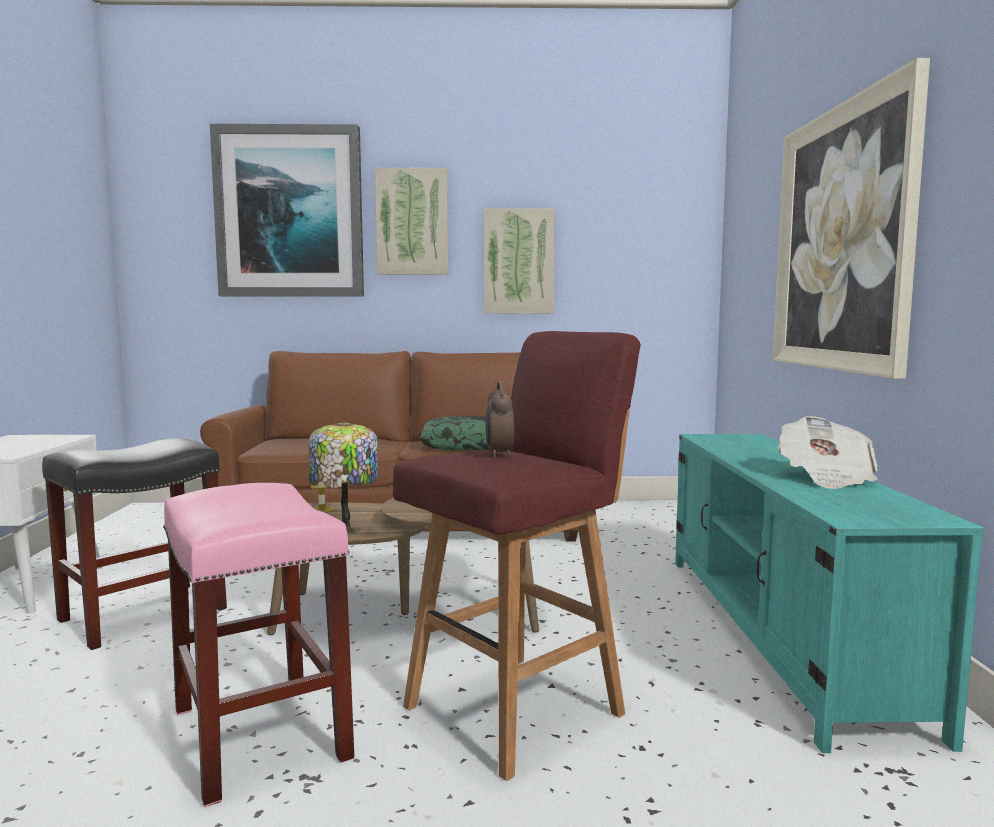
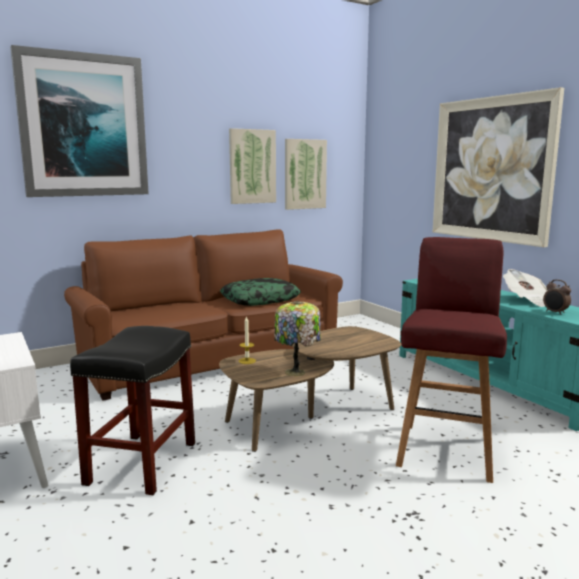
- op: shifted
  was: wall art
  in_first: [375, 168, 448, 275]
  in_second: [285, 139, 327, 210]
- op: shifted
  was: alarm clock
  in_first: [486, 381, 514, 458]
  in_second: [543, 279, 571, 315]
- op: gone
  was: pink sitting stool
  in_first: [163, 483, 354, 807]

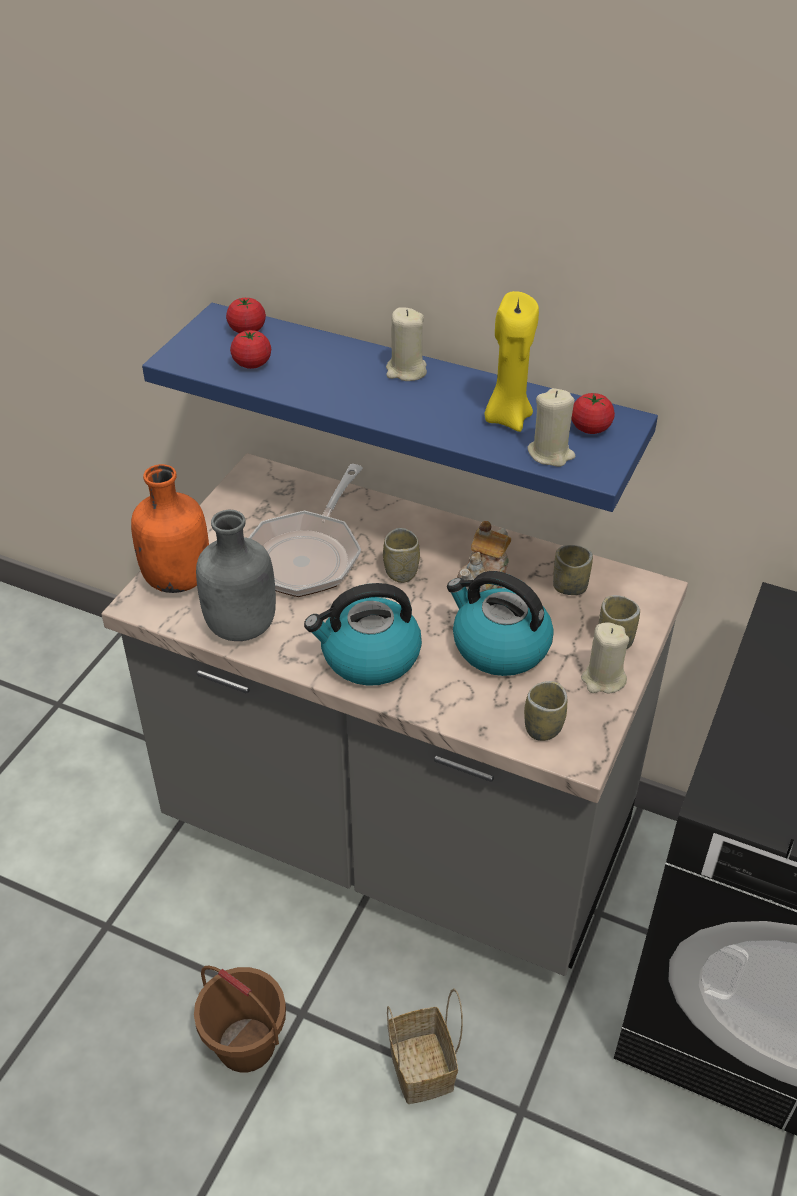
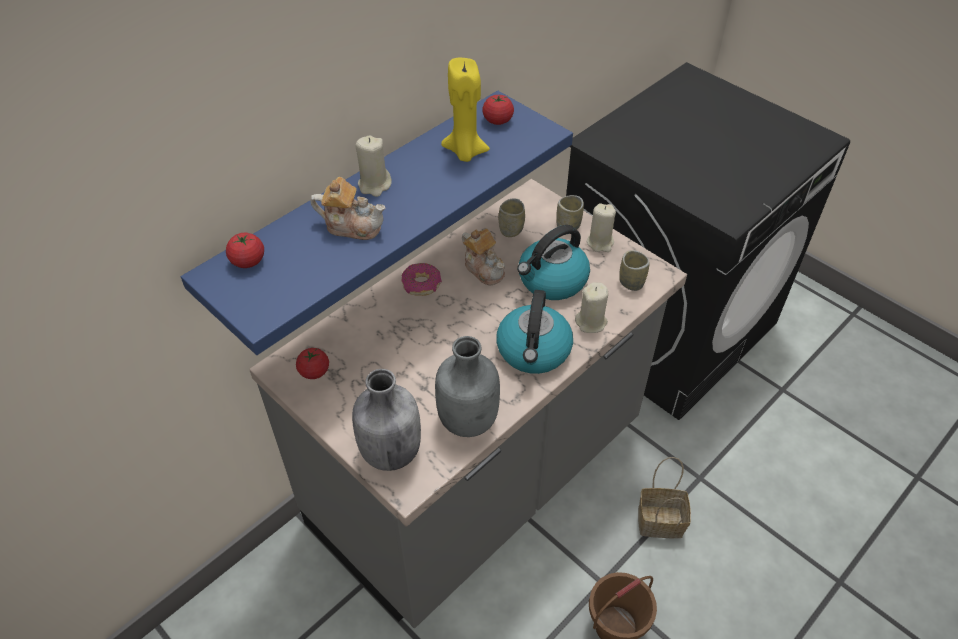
- op: shifted
  was: whole tomato
  in_first: [230, 330, 271, 369]
  in_second: [296, 348, 329, 379]
- op: new
  now: teapot
  in_second: [311, 177, 385, 240]
- op: repainted
  was: orange-coloured drink bottle
  now: grey drink bottle
  in_first: [131, 464, 209, 593]
  in_second: [352, 369, 421, 471]
- op: new
  now: ring doughnut
  in_second: [401, 263, 442, 296]
- op: shifted
  was: sand-coloured wax light
  in_first: [527, 388, 575, 467]
  in_second: [575, 282, 608, 333]
- op: gone
  was: pan
  in_first: [249, 464, 363, 597]
- op: gone
  was: drinking cup
  in_first: [383, 528, 420, 583]

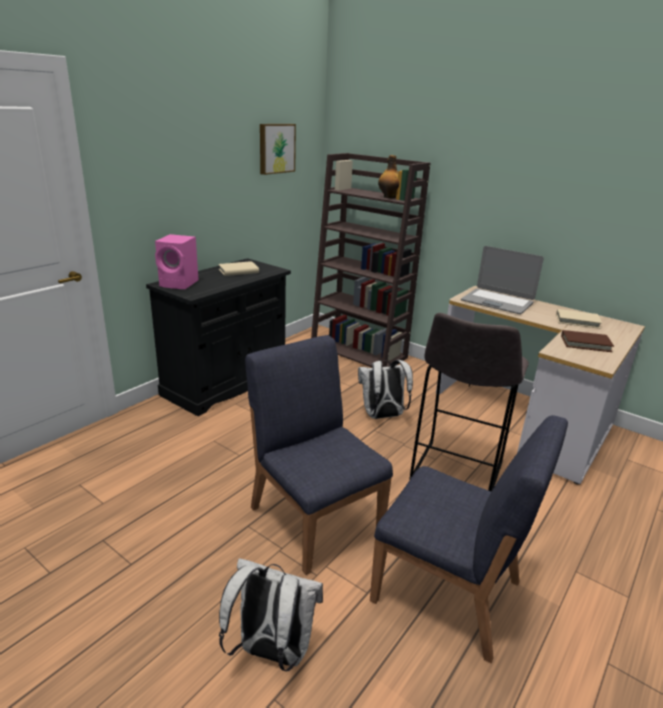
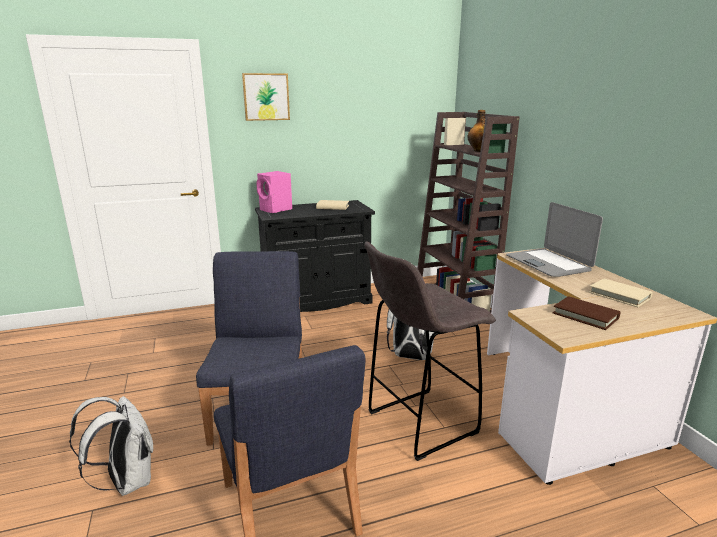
- op: shifted
  was: wall art
  in_first: [260, 124, 296, 175]
  in_second: [242, 73, 290, 121]

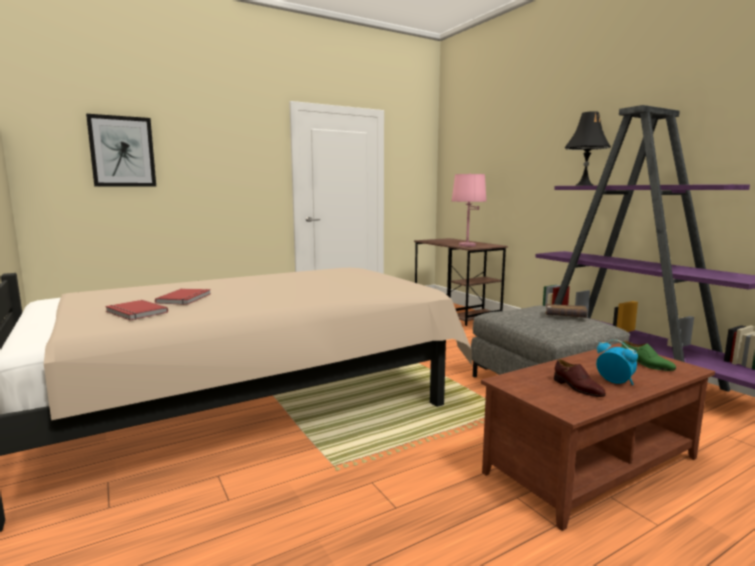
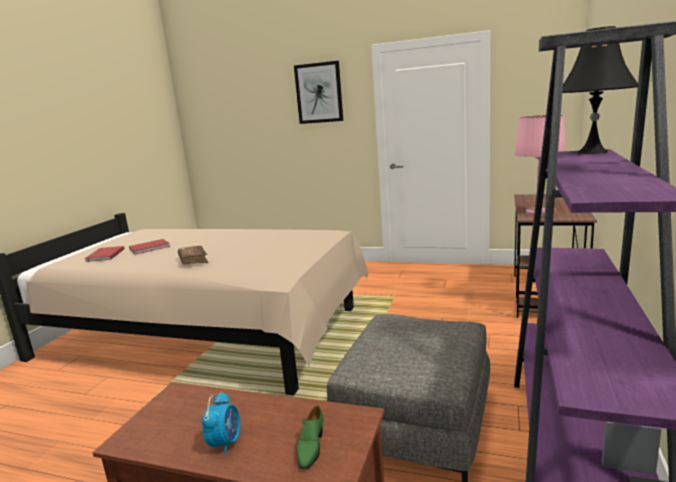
- op: shifted
  was: brown-coloured book
  in_first: [545, 304, 588, 318]
  in_second: [178, 246, 208, 265]
- op: shifted
  was: wall art
  in_first: [86, 114, 156, 187]
  in_second: [294, 61, 343, 124]
- op: gone
  was: brown-coloured low shoe
  in_first: [554, 359, 606, 397]

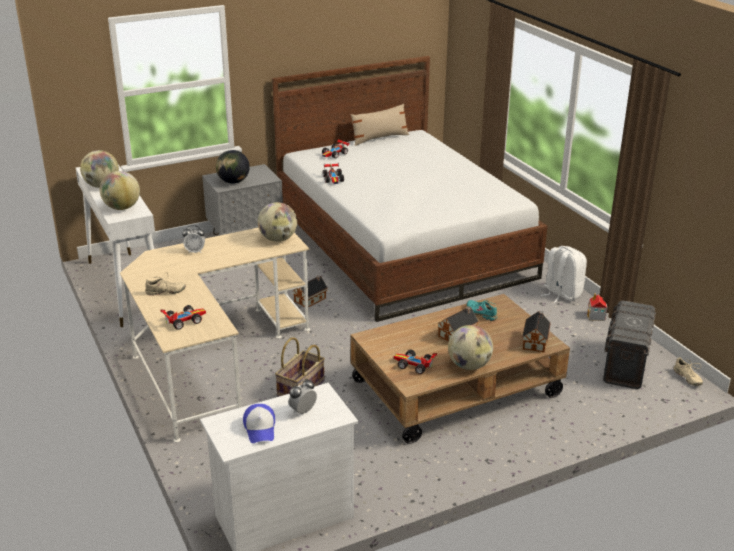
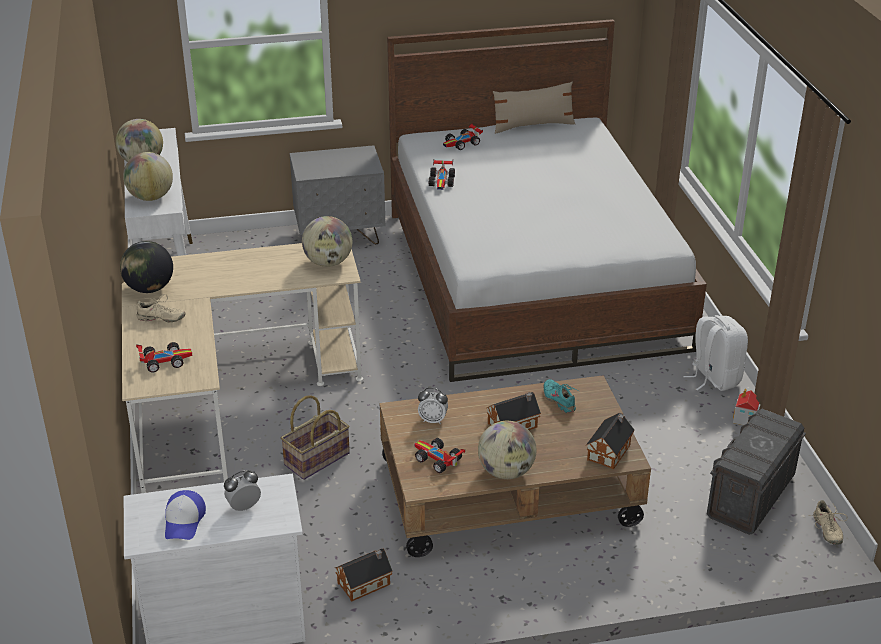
- op: shifted
  was: desk globe
  in_first: [216, 150, 250, 184]
  in_second: [120, 241, 173, 293]
- op: shifted
  was: toy house
  in_first: [293, 275, 328, 307]
  in_second: [335, 549, 393, 602]
- op: shifted
  was: alarm clock
  in_first: [182, 225, 205, 253]
  in_second: [418, 388, 448, 424]

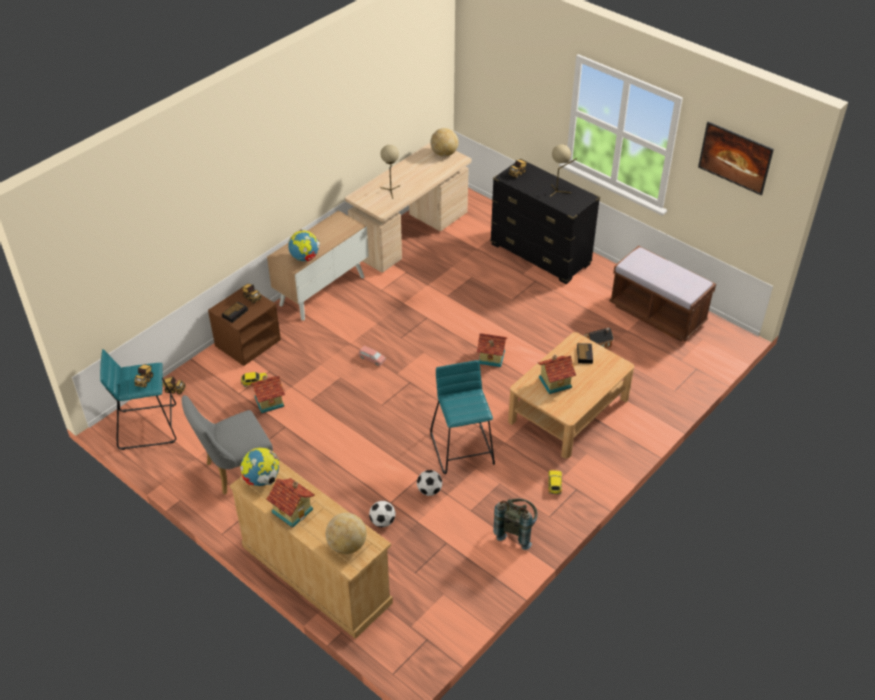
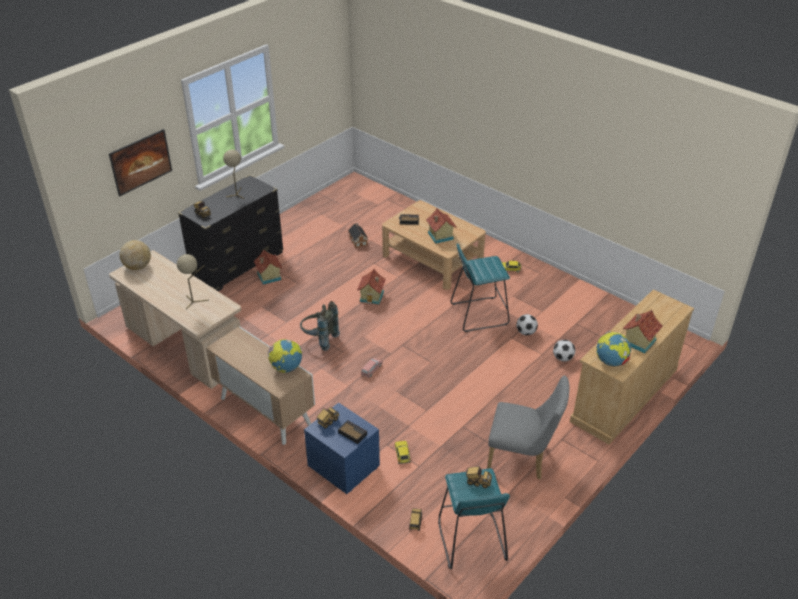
- op: shifted
  was: wall art
  in_first: [698, 121, 774, 195]
  in_second: [109, 129, 172, 196]
- op: shifted
  was: toy house
  in_first: [250, 375, 285, 414]
  in_second: [254, 250, 282, 284]
- op: shifted
  was: grey backpack
  in_first: [493, 499, 538, 550]
  in_second: [300, 301, 340, 351]
- op: repainted
  was: brown-coloured bedside table
  now: bluish bedside table
  in_first: [208, 288, 281, 366]
  in_second: [304, 402, 380, 494]
- op: rotated
  was: grey chair
  in_first: [182, 395, 273, 495]
  in_second: [487, 375, 569, 480]
  clockwise: -45
- op: gone
  was: desk globe
  in_first: [326, 513, 367, 554]
- op: gone
  was: brown-coloured long seat
  in_first: [609, 246, 716, 342]

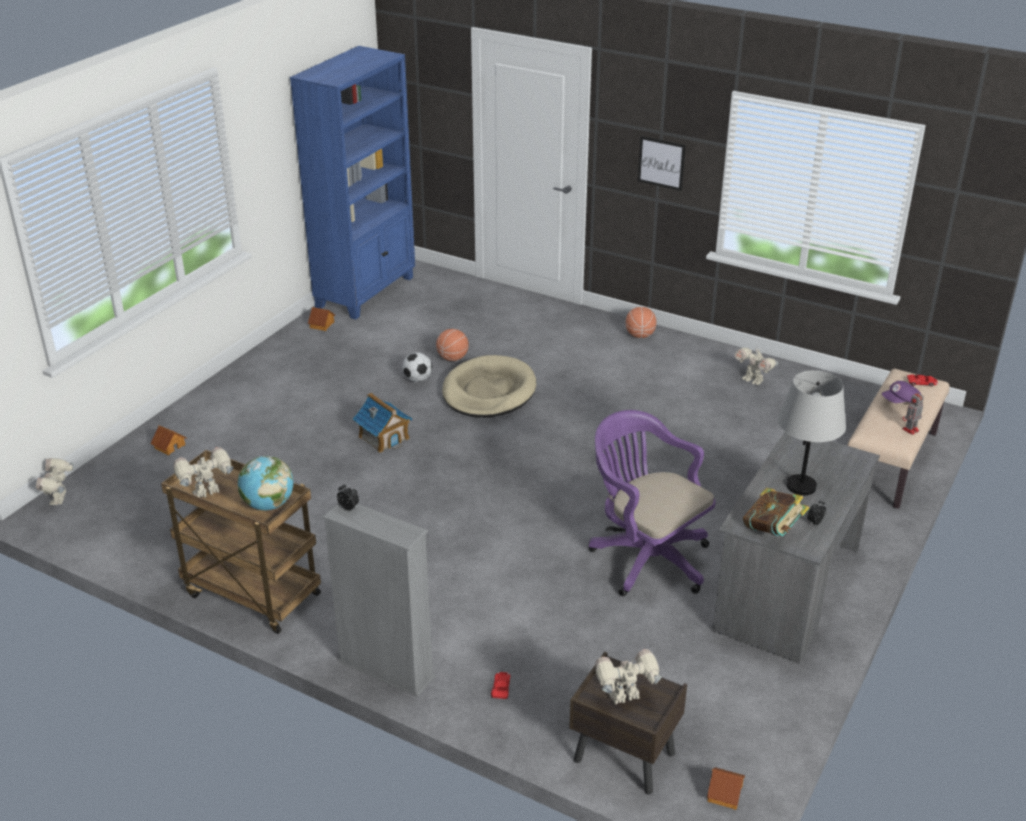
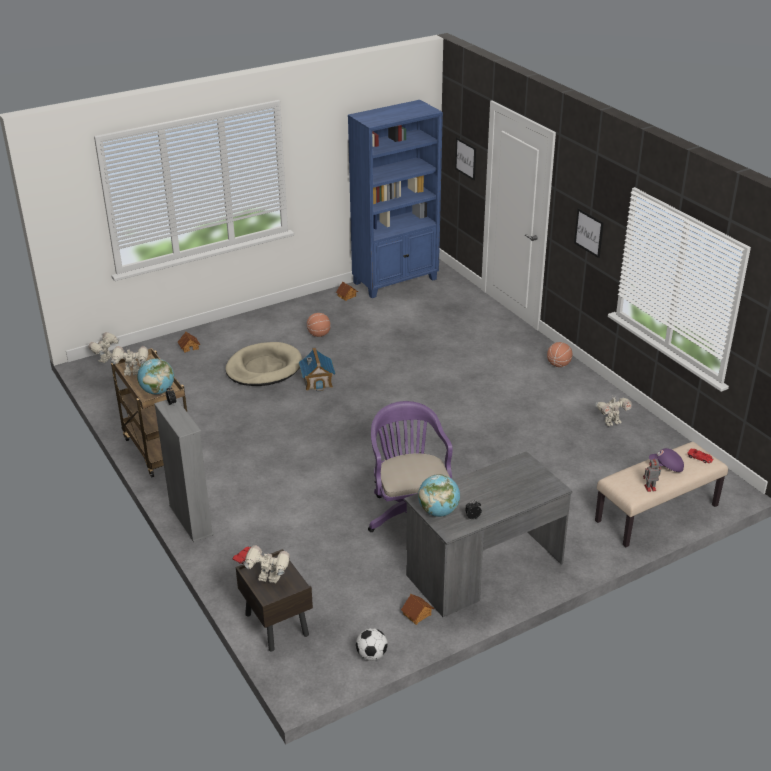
- op: shifted
  was: sand-coloured dog bed
  in_first: [442, 355, 536, 418]
  in_second: [226, 342, 302, 386]
- op: shifted
  was: basketball
  in_first: [436, 329, 469, 361]
  in_second: [307, 313, 331, 337]
- op: shifted
  was: ball for football
  in_first: [402, 352, 432, 382]
  in_second: [356, 628, 388, 661]
- op: shifted
  was: toy house
  in_first: [707, 767, 745, 810]
  in_second: [401, 594, 434, 625]
- op: swapped
  was: book
  now: desk globe
  in_first: [743, 488, 809, 536]
  in_second: [418, 474, 460, 517]
- op: new
  now: wall art
  in_second: [455, 137, 476, 181]
- op: rotated
  was: model robot
  in_first: [735, 347, 778, 385]
  in_second: [596, 395, 632, 426]
  clockwise: -90
- op: gone
  was: grey table lamp
  in_first: [778, 370, 846, 495]

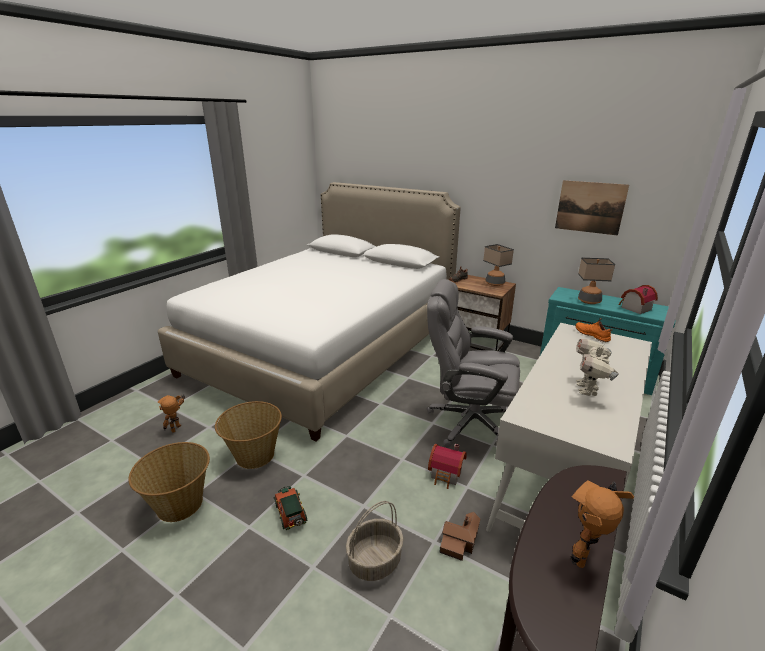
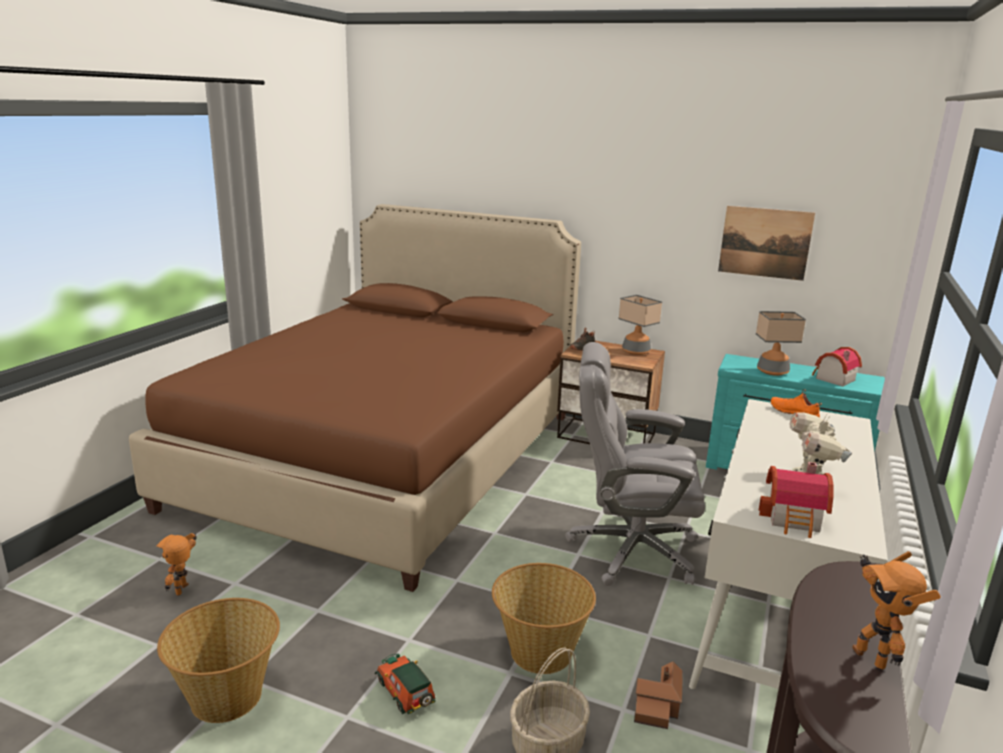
- op: repainted
  was: white sleeping bed
  now: brown-coloured sleeping bed
  in_first: [158, 182, 461, 442]
  in_second: [129, 204, 581, 592]
- op: shifted
  was: basket
  in_first: [215, 401, 282, 469]
  in_second: [492, 563, 596, 674]
- op: shifted
  was: toy house
  in_first: [428, 444, 467, 489]
  in_second: [759, 462, 834, 538]
- op: rotated
  was: model robot
  in_first: [570, 480, 634, 568]
  in_second: [852, 551, 941, 670]
  clockwise: -45

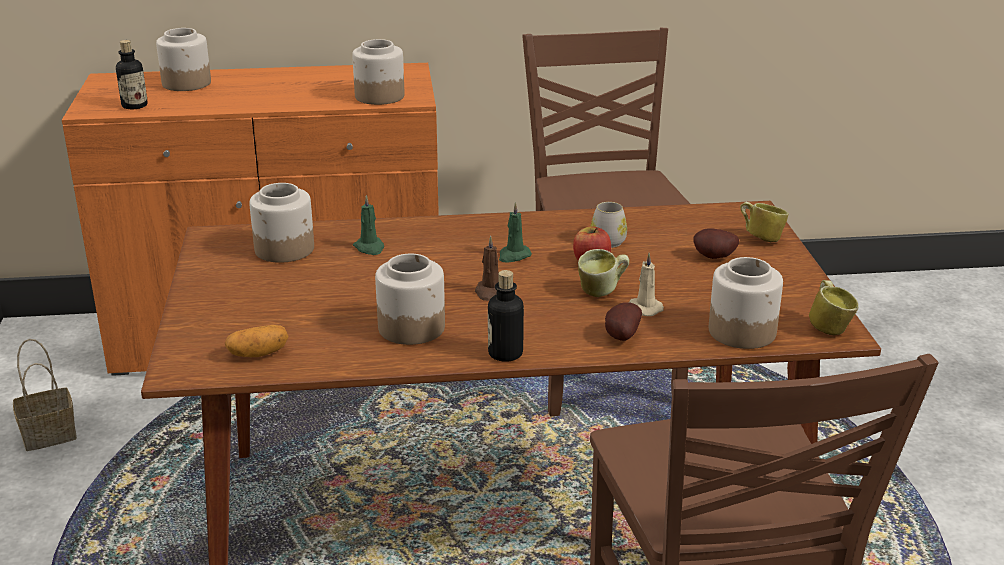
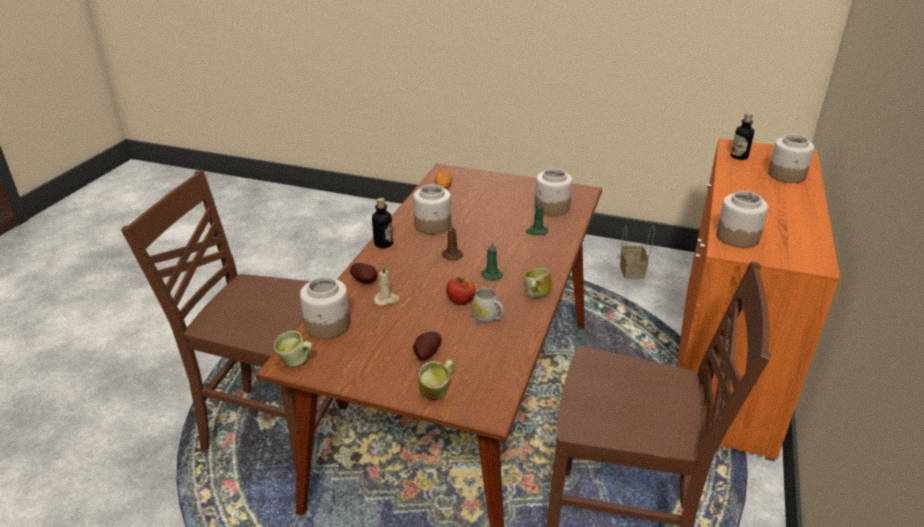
- op: shifted
  was: tea mug
  in_first: [578, 249, 629, 297]
  in_second: [524, 268, 552, 297]

